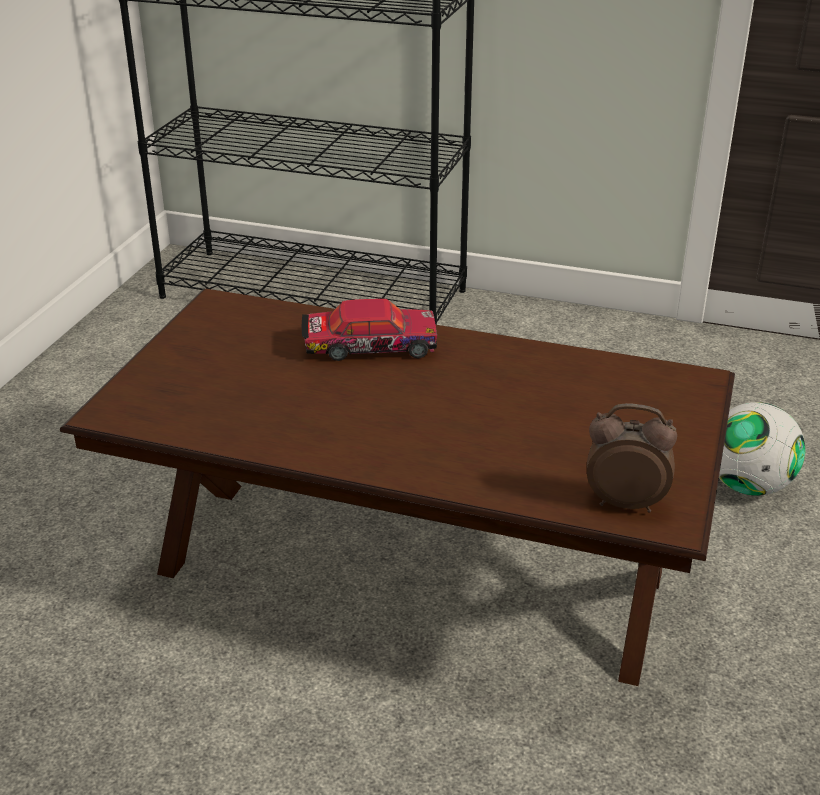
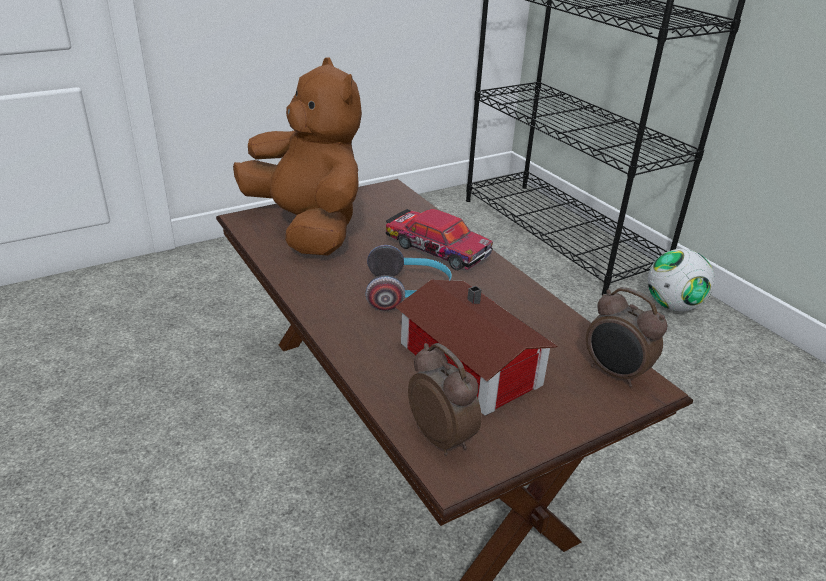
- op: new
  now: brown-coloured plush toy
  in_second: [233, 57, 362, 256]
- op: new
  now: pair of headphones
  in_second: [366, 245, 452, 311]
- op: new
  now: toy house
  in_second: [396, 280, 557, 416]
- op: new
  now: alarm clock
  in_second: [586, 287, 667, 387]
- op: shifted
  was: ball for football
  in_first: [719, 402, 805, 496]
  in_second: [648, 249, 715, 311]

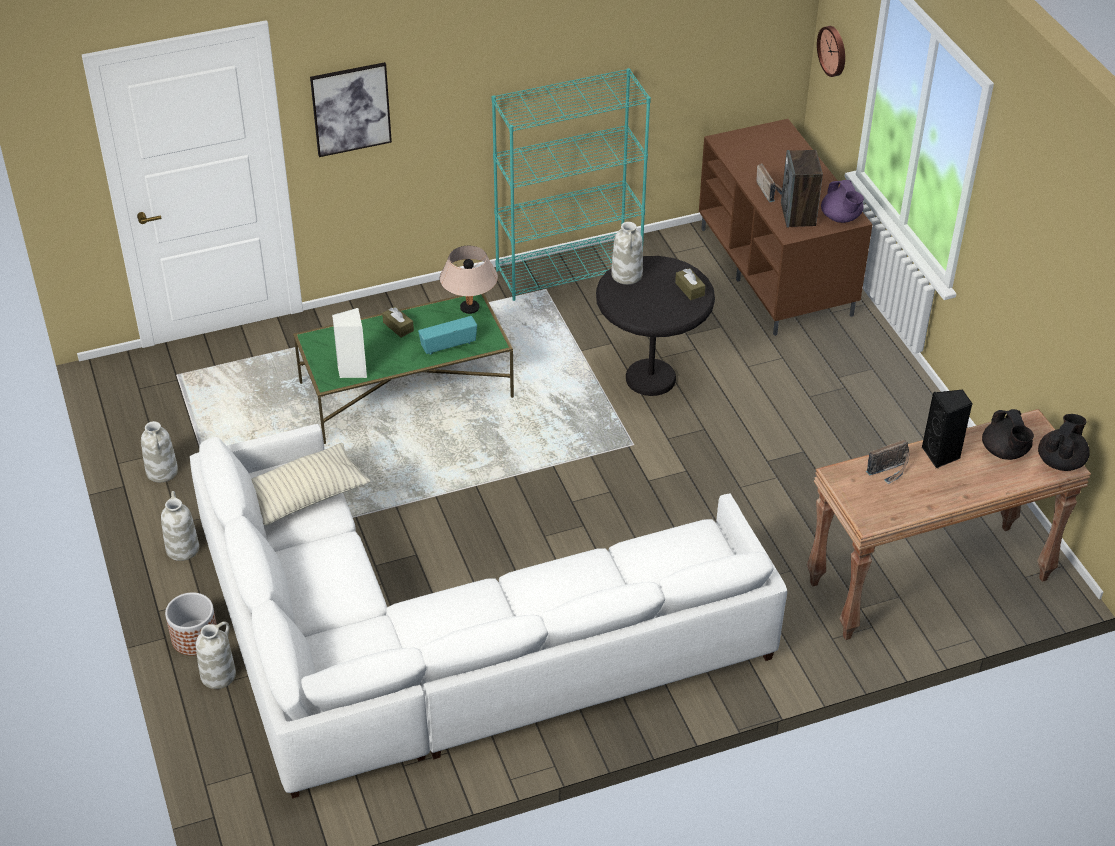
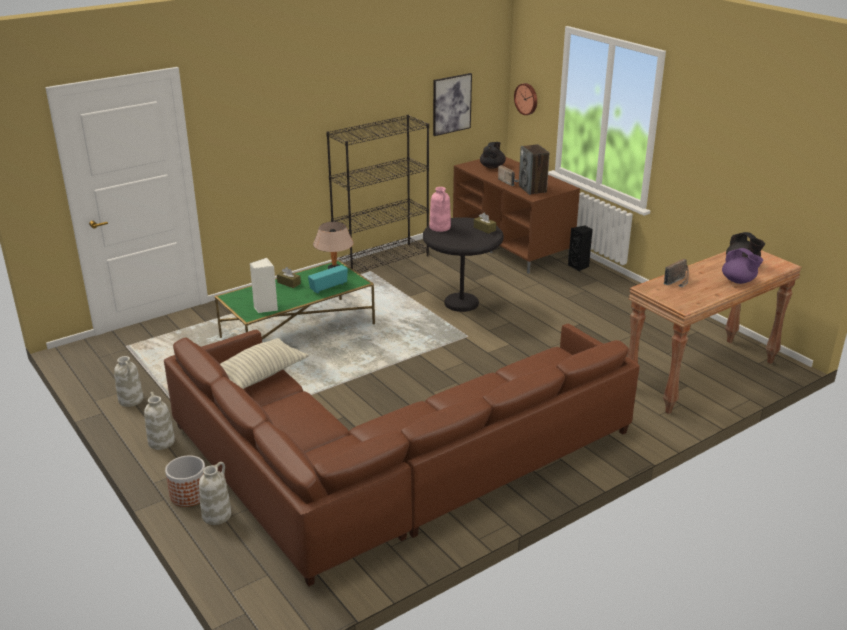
- op: repainted
  was: white settee
  now: brown-coloured settee
  in_first: [190, 424, 787, 799]
  in_second: [164, 323, 640, 586]
- op: repainted
  was: turquoise-coloured bookshelf
  now: black-coloured bookshelf
  in_first: [492, 68, 651, 301]
  in_second: [326, 115, 429, 273]
- op: repainted
  was: white decorative vase
  now: pink decorative vase
  in_first: [611, 222, 643, 285]
  in_second: [430, 187, 451, 232]
- op: shifted
  was: wall art
  in_first: [310, 62, 392, 157]
  in_second: [433, 73, 472, 136]
- op: shifted
  was: black-coloured teapot
  in_first: [1038, 414, 1090, 471]
  in_second: [480, 142, 506, 169]
- op: shifted
  was: black-coloured audio speaker
  in_first: [922, 390, 972, 468]
  in_second: [568, 226, 593, 271]
- op: shifted
  was: purplish teapot
  in_first: [821, 180, 864, 223]
  in_second: [722, 248, 763, 284]

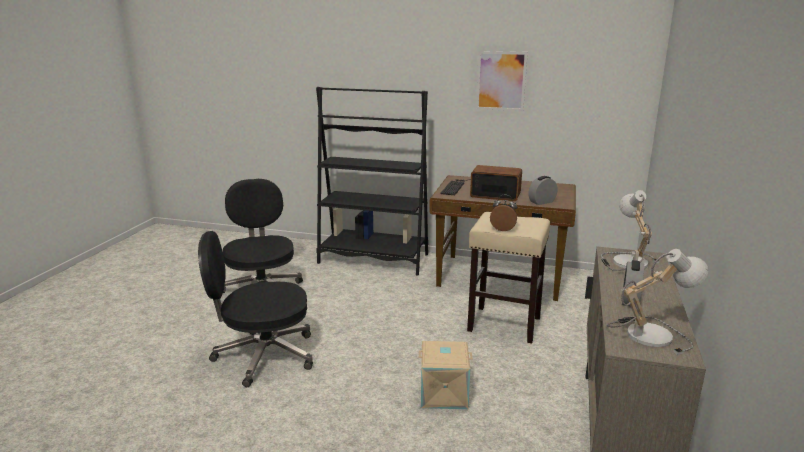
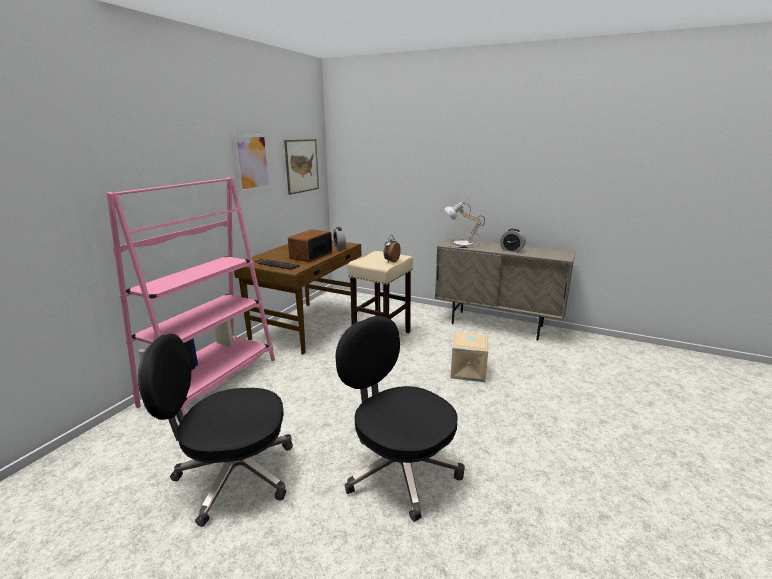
- op: repainted
  was: black-coloured bookshelf
  now: pink bookshelf
  in_first: [316, 87, 428, 276]
  in_second: [107, 177, 275, 416]
- op: new
  now: wall art
  in_second: [284, 139, 319, 195]
- op: rotated
  was: black-coloured desk chair
  in_first: [198, 231, 313, 387]
  in_second: [335, 316, 465, 522]
  clockwise: 135
- op: gone
  was: table lamp
  in_first: [607, 249, 709, 355]

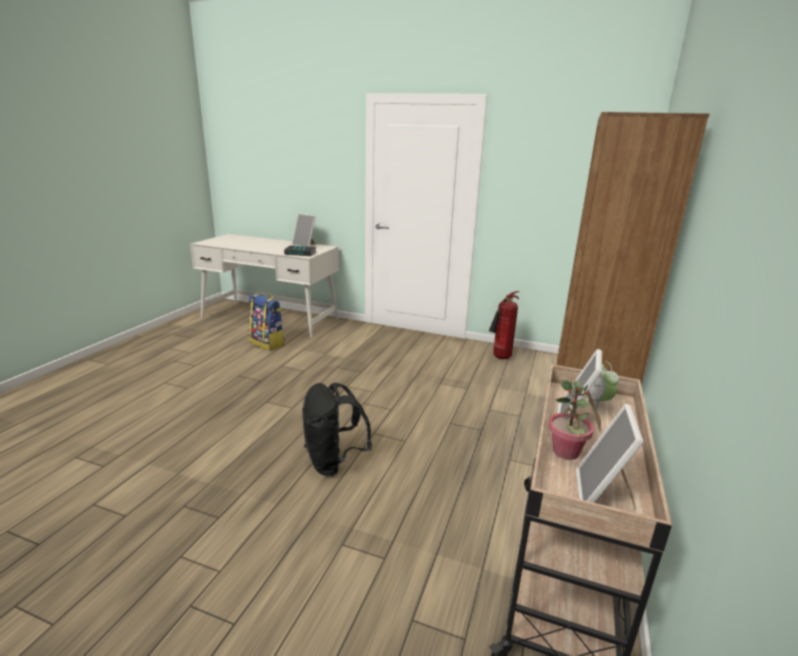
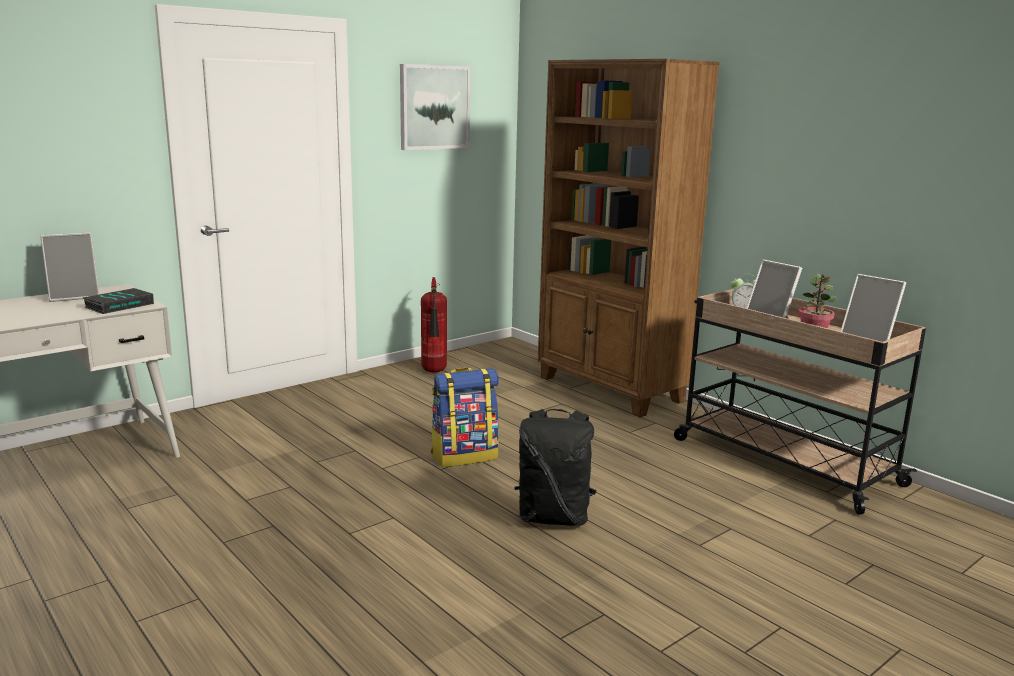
- op: new
  now: wall art
  in_second: [400, 64, 470, 150]
- op: shifted
  was: backpack
  in_first: [249, 293, 285, 351]
  in_second: [431, 367, 499, 467]

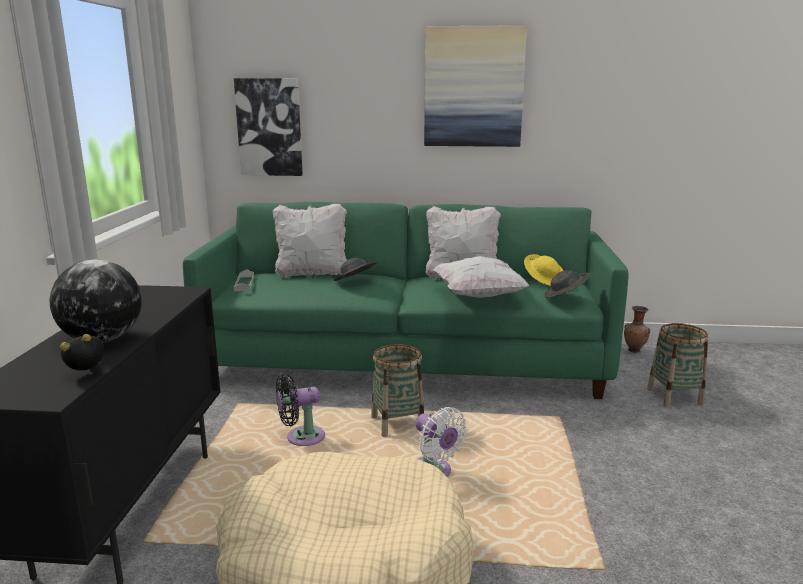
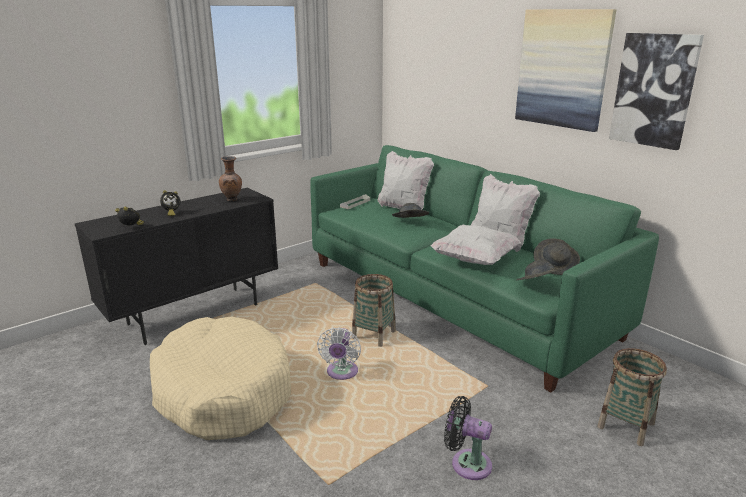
- op: swapped
  was: desk globe
  now: alarm clock
  in_first: [49, 260, 142, 343]
  in_second: [160, 190, 181, 216]
- op: shifted
  was: brown-coloured decorative vase
  in_first: [624, 306, 650, 353]
  in_second: [219, 156, 242, 201]
- op: shifted
  was: black-coloured cooling fan
  in_first: [276, 374, 325, 446]
  in_second: [444, 396, 492, 480]
- op: repainted
  was: yellowish hat
  now: grey hat
  in_first: [524, 254, 563, 286]
  in_second: [534, 238, 580, 275]
- op: shifted
  was: wall art
  in_first: [234, 78, 303, 176]
  in_second: [609, 33, 704, 150]

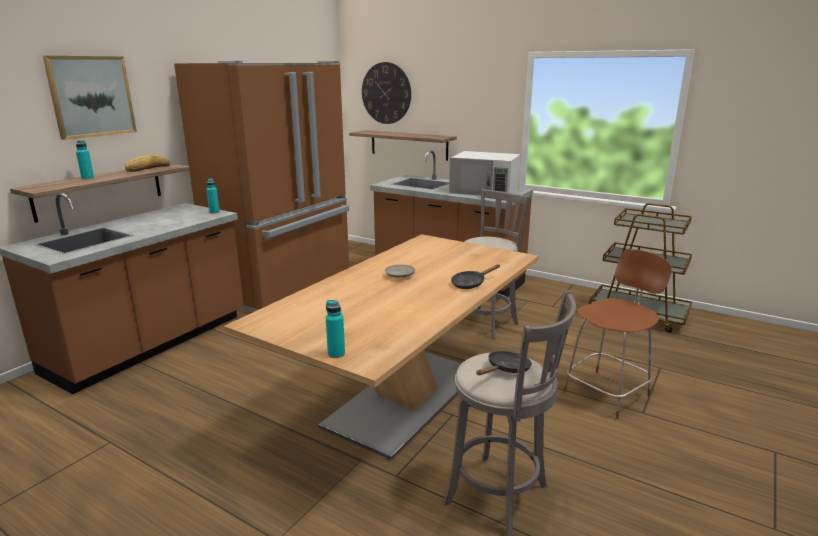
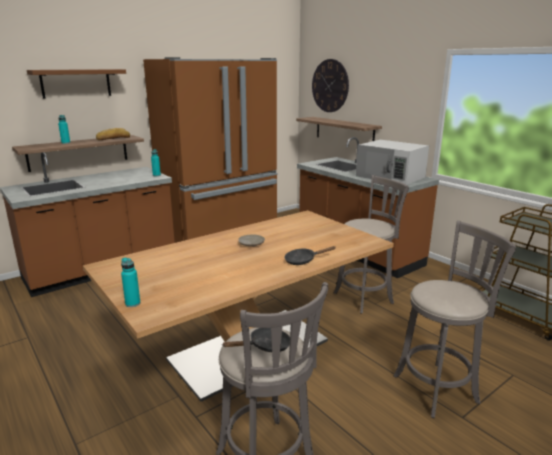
- op: swapped
  was: wall art
  now: brown-coloured shelf
  in_first: [43, 56, 137, 140]
  in_second: [27, 69, 126, 99]
- op: swapped
  was: brown-coloured chair
  now: grey sitting stool
  in_first: [563, 249, 672, 419]
  in_second: [393, 221, 516, 418]

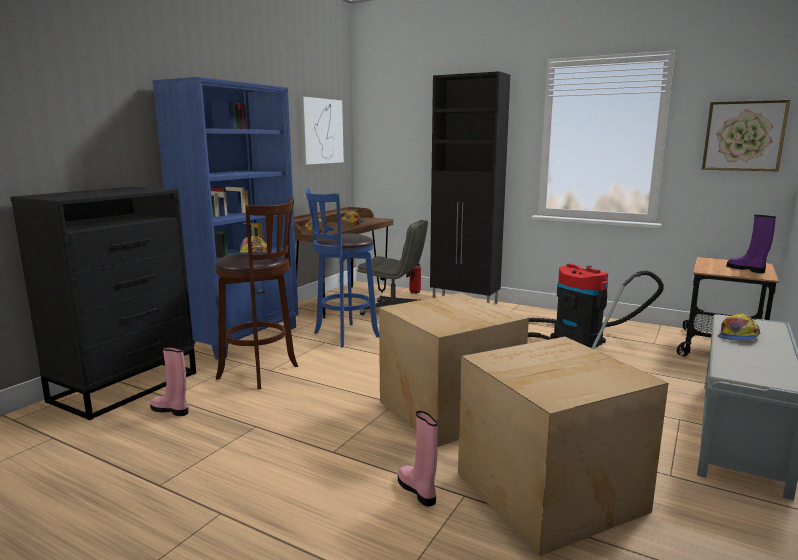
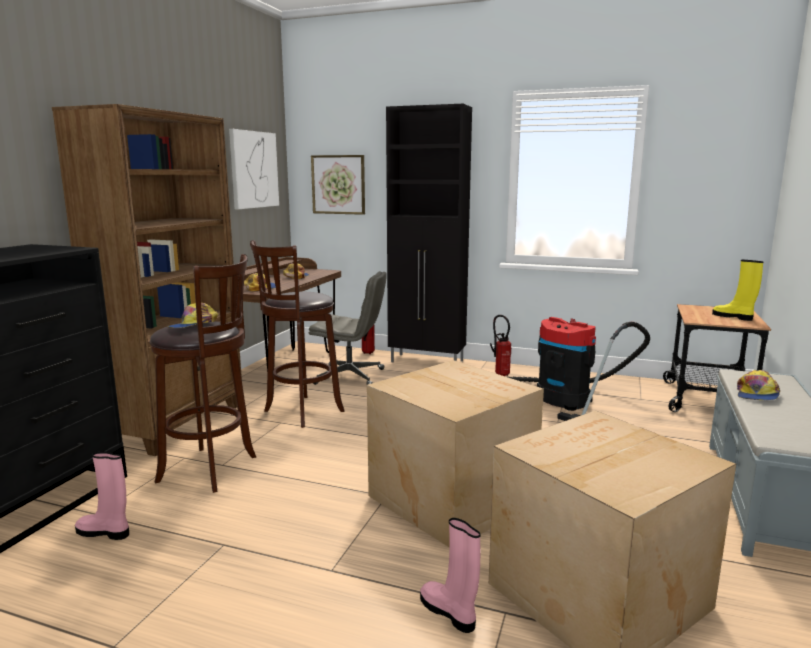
- op: repainted
  was: bluish bookshelf
  now: brown-coloured bookshelf
  in_first: [152, 77, 298, 360]
  in_second: [52, 104, 242, 456]
- op: repainted
  was: bluish sitting stool
  now: brown-coloured sitting stool
  in_first: [306, 189, 379, 347]
  in_second: [250, 240, 345, 428]
- op: shifted
  was: wall art
  in_first: [702, 100, 790, 171]
  in_second: [311, 155, 365, 215]
- op: new
  now: extinguisher
  in_second: [490, 315, 511, 376]
- op: repainted
  was: purplish high-top boot
  now: yellowish high-top boot
  in_first: [727, 215, 776, 273]
  in_second: [712, 260, 763, 321]

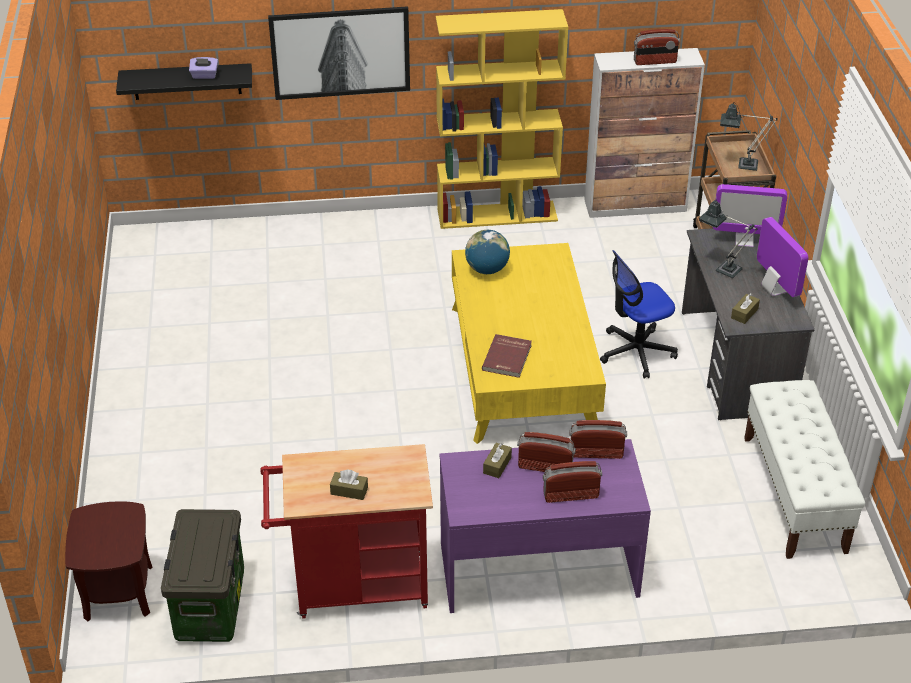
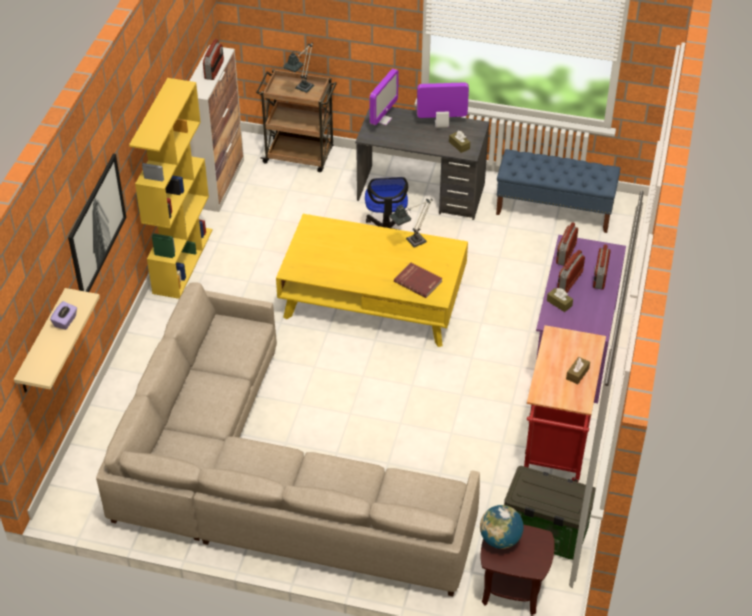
- op: repainted
  was: black-coloured shelf
  now: sand-coloured shelf
  in_first: [116, 63, 252, 100]
  in_second: [14, 288, 100, 393]
- op: new
  now: sand-coloured settee
  in_second: [96, 282, 480, 596]
- op: shifted
  was: table lamp
  in_first: [699, 200, 758, 278]
  in_second: [390, 199, 433, 247]
- op: shifted
  was: desk globe
  in_first: [465, 230, 510, 274]
  in_second: [480, 505, 523, 549]
- op: repainted
  was: white long seat
  now: bluish long seat
  in_first: [744, 380, 865, 559]
  in_second: [496, 149, 621, 233]

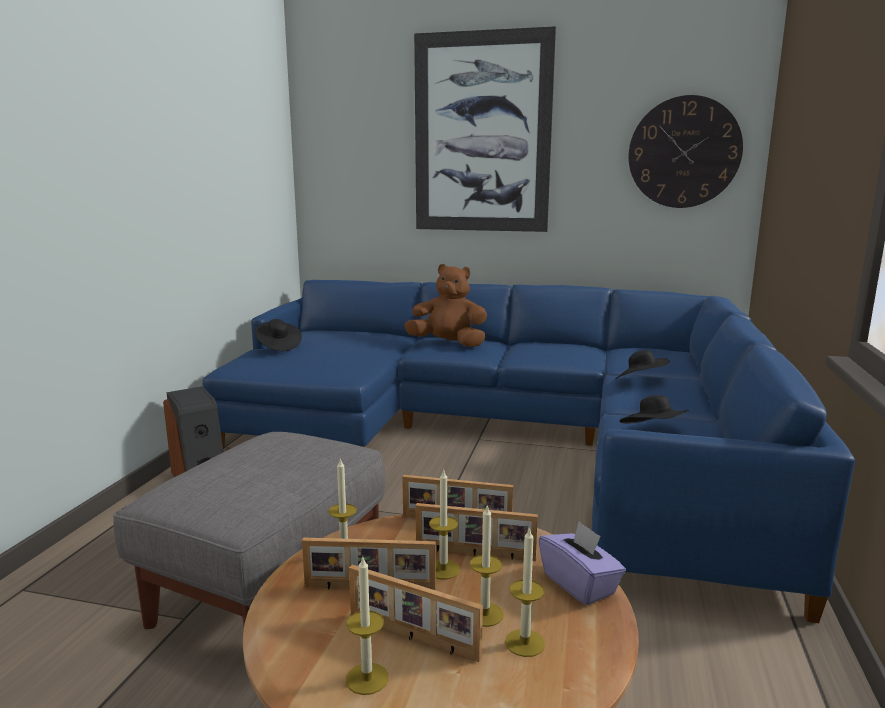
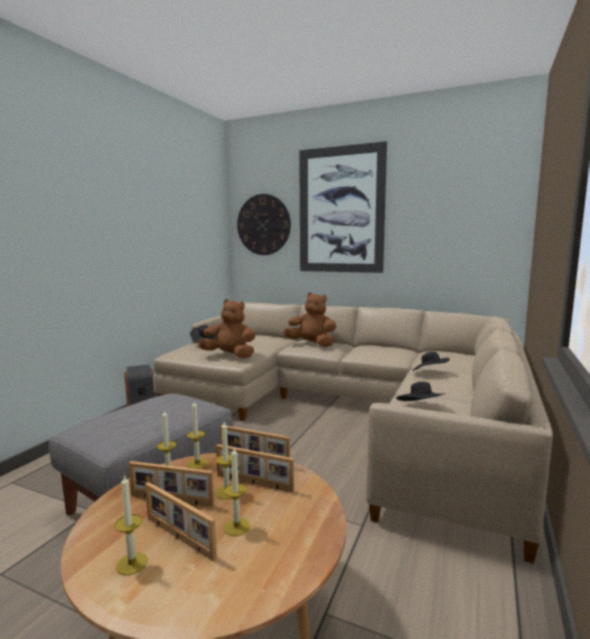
- op: repainted
  was: bluish settee
  now: sand-coloured settee
  in_first: [202, 280, 855, 623]
  in_second: [153, 302, 553, 564]
- op: shifted
  was: wax light
  in_first: [505, 527, 545, 657]
  in_second: [187, 401, 208, 469]
- op: new
  now: brown-coloured plush toy
  in_second: [198, 299, 256, 358]
- op: shifted
  was: wall clock
  in_first: [628, 95, 743, 208]
  in_second: [237, 194, 291, 255]
- op: gone
  was: purplish tissue holder
  in_first: [539, 521, 626, 605]

